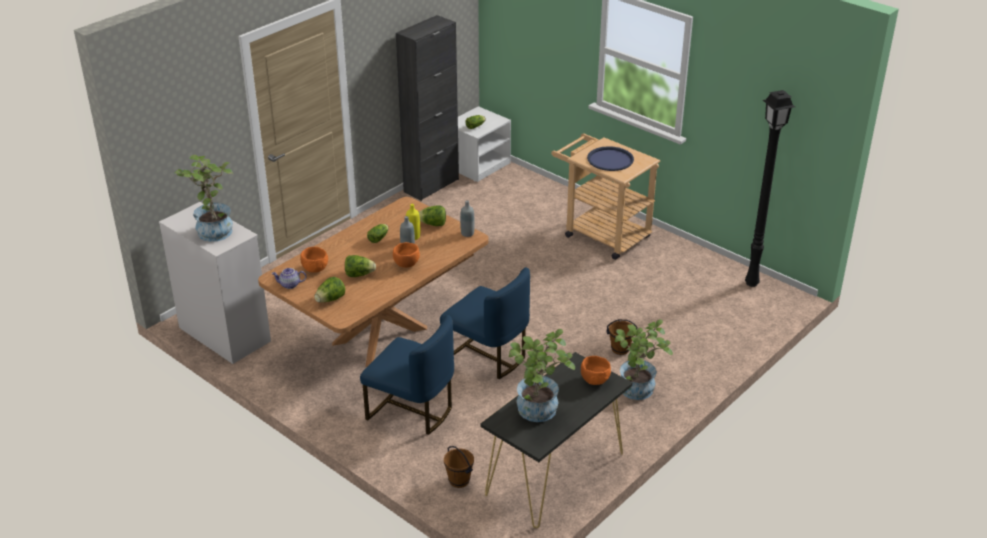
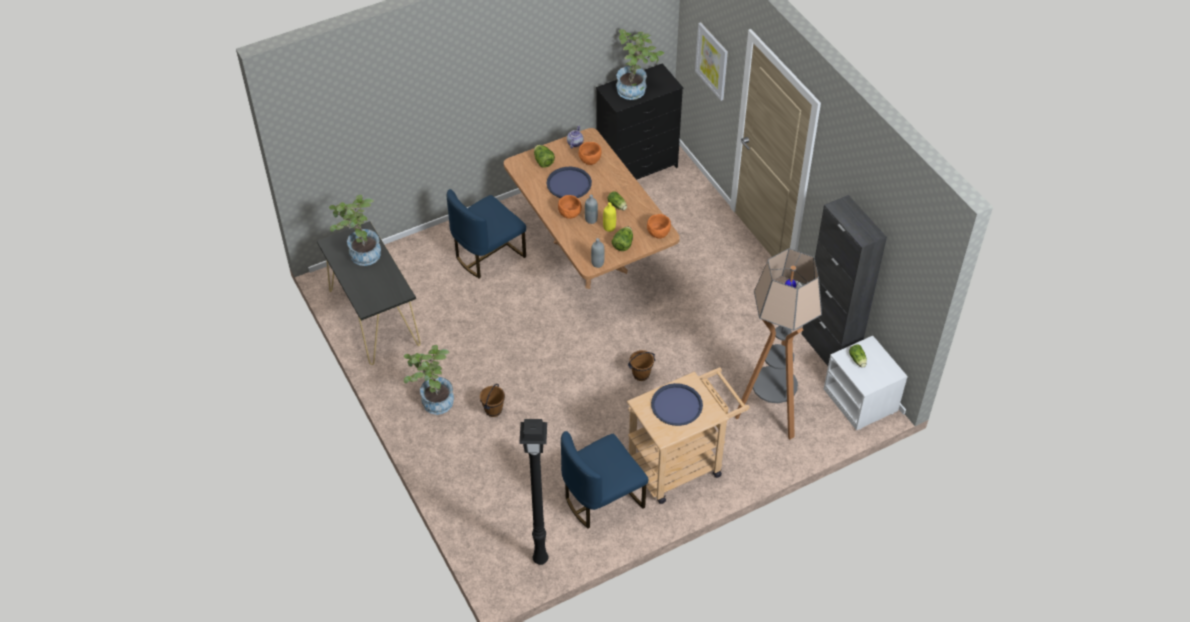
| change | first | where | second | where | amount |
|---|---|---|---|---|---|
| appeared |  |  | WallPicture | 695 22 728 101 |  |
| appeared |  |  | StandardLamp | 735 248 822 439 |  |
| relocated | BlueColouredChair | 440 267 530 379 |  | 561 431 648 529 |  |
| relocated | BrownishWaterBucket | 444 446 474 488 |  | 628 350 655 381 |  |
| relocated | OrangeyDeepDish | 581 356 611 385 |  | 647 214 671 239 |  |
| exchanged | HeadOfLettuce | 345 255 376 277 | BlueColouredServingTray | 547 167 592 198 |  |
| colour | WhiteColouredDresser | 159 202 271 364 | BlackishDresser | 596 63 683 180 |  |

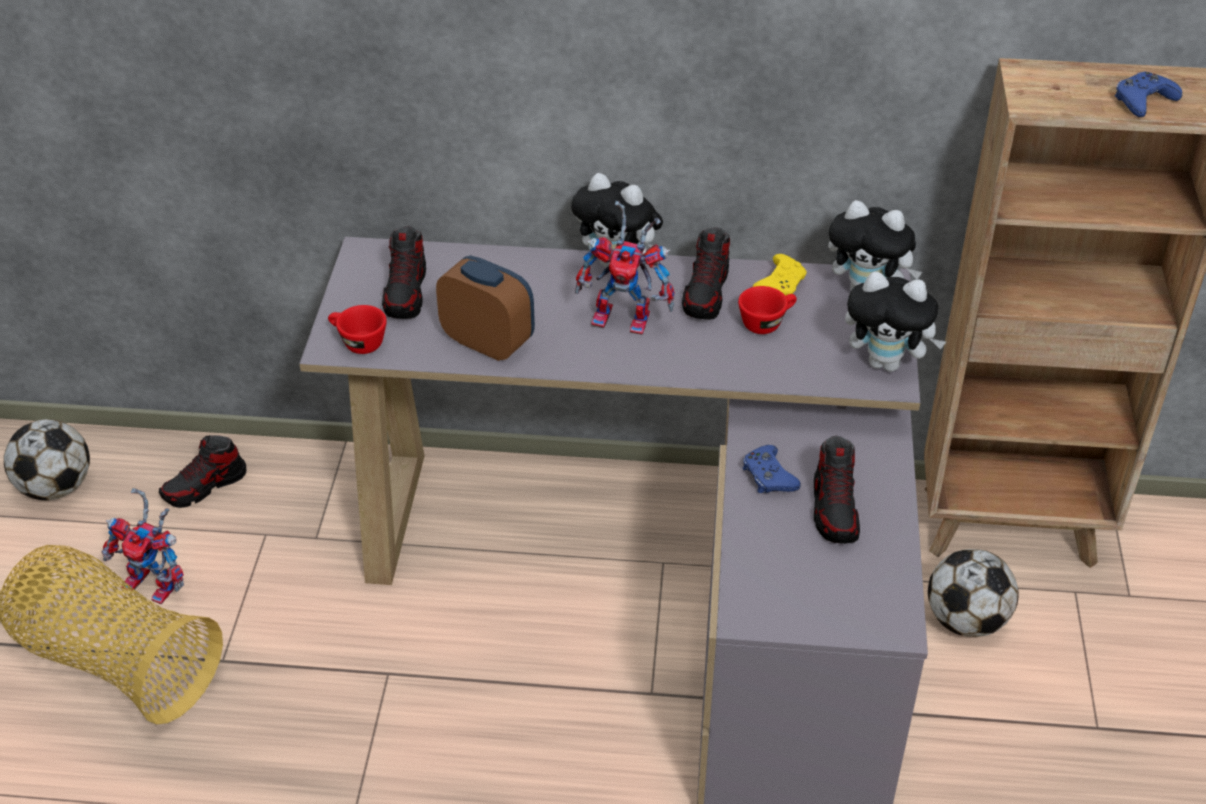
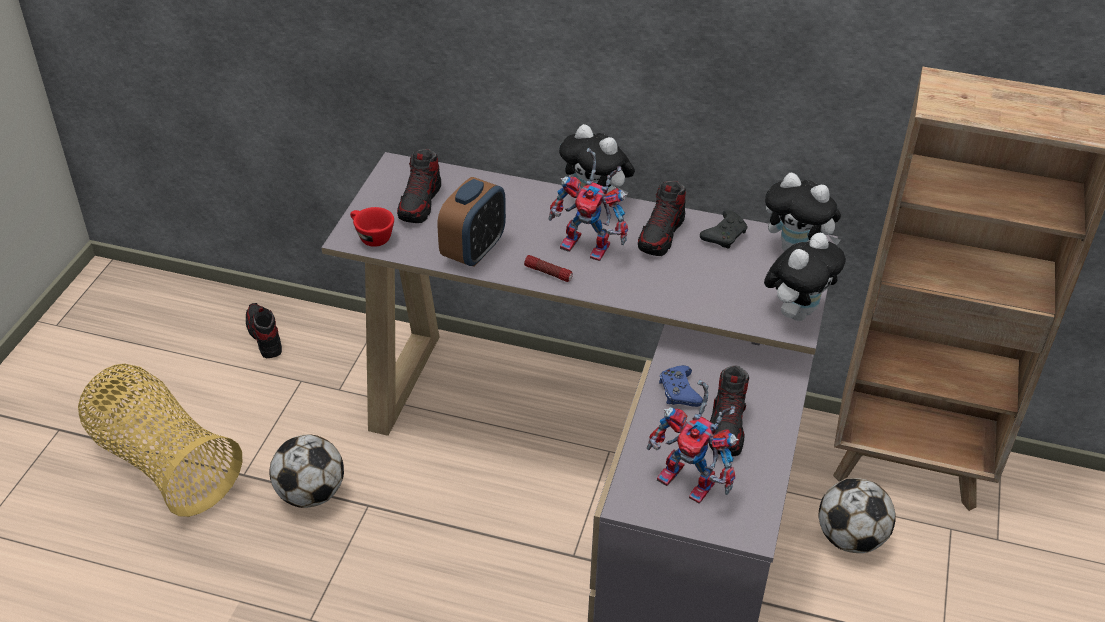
| change | first | where | second | where | amount |
|---|---|---|---|---|---|
| missing | RedSmallCup | 738 286 797 334 |  |  |  |
| missing | BlueColouredJoypad | 1115 72 1182 117 |  |  |  |
| appeared |  |  | Torch | 524 255 573 282 |  |
| relocated | BallForFootball | 4 419 90 501 |  | 270 434 344 508 |  |
| relocated | RobotFigure | 102 488 184 604 |  | 647 380 739 504 |  |
| colour | YellowishJoypad | 753 254 806 296 | BlackishJoypad | 700 210 748 249 |  |
| spun | Shoe | 159 435 246 508 |  | 246 303 282 358 | 90 degrees clockwise |
| spun | BedsideClock | 436 255 535 361 |  | 438 177 506 267 | 75 degrees clockwise |
| spun | CuddlyToy | 845 272 946 372 |  | 764 233 846 321 | 75 degrees counterclockwise |

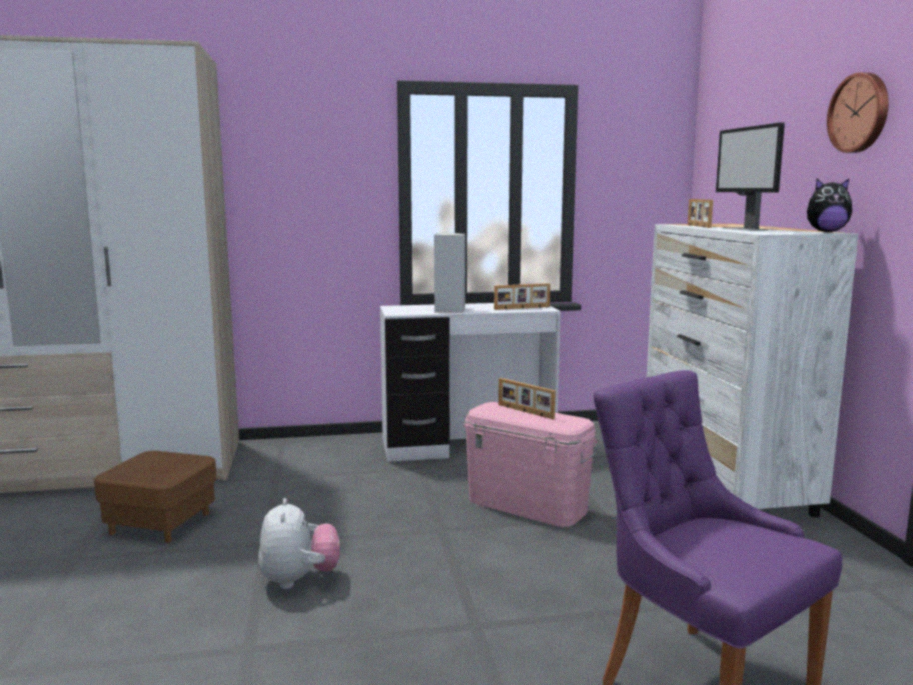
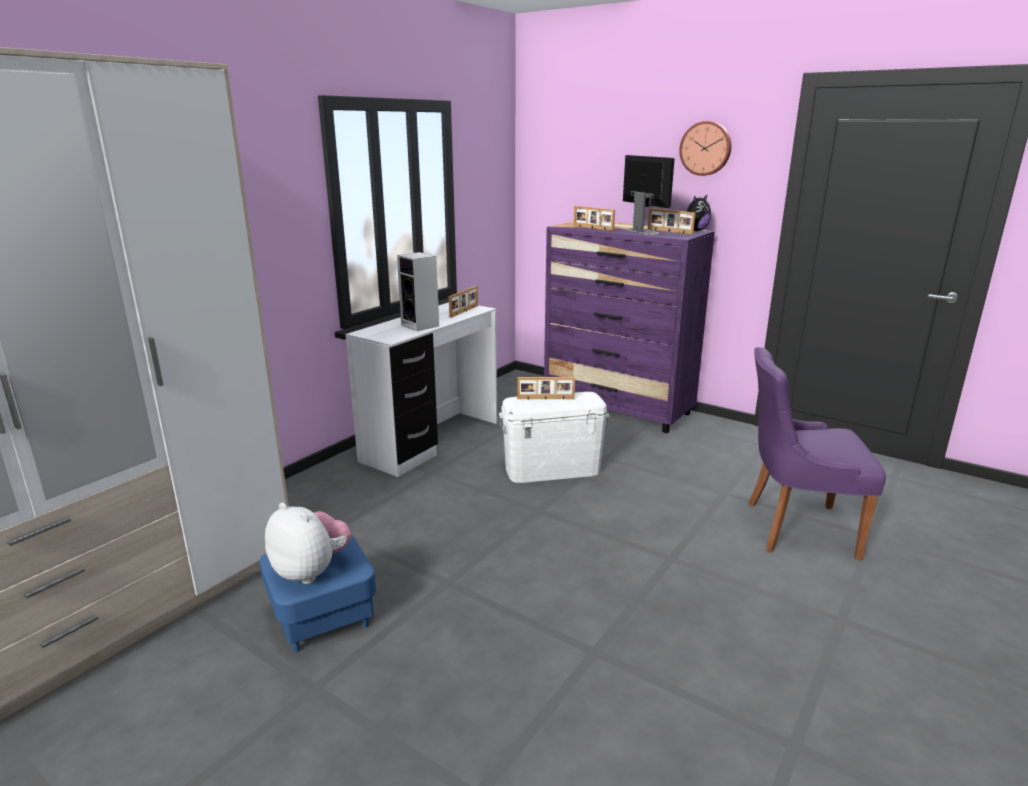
| change | first | where | second | where | amount |
|---|---|---|---|---|---|
| appeared |  |  | PhotoFrame | 648 208 696 234 |  |
| relocated | CuddlyToy | 258 498 340 589 |  | 265 502 351 584 |  |
| colour | BrownishOttoman | 94 451 217 543 | BlueColouredOttoman | 259 534 376 653 |  |
| colour | PinkColouredStorageBox | 463 402 598 527 | WhiteColouredStorageBox | 499 392 609 483 |  |
| colour | WhiteColouredDresser | 647 224 858 517 | PurpleDresser | 544 221 715 433 |  |
| spun | ComputerDisplay | 716 122 785 231 |  | 623 155 675 235 | 150 degrees counterclockwise |

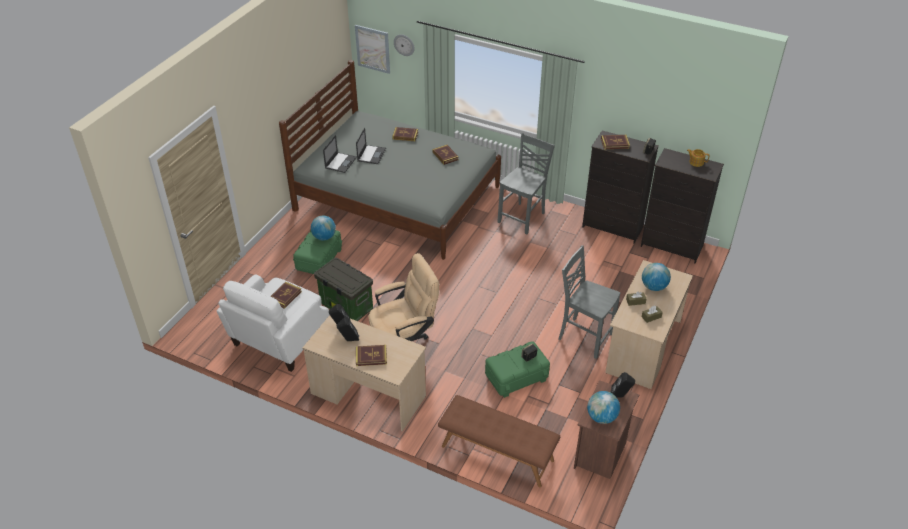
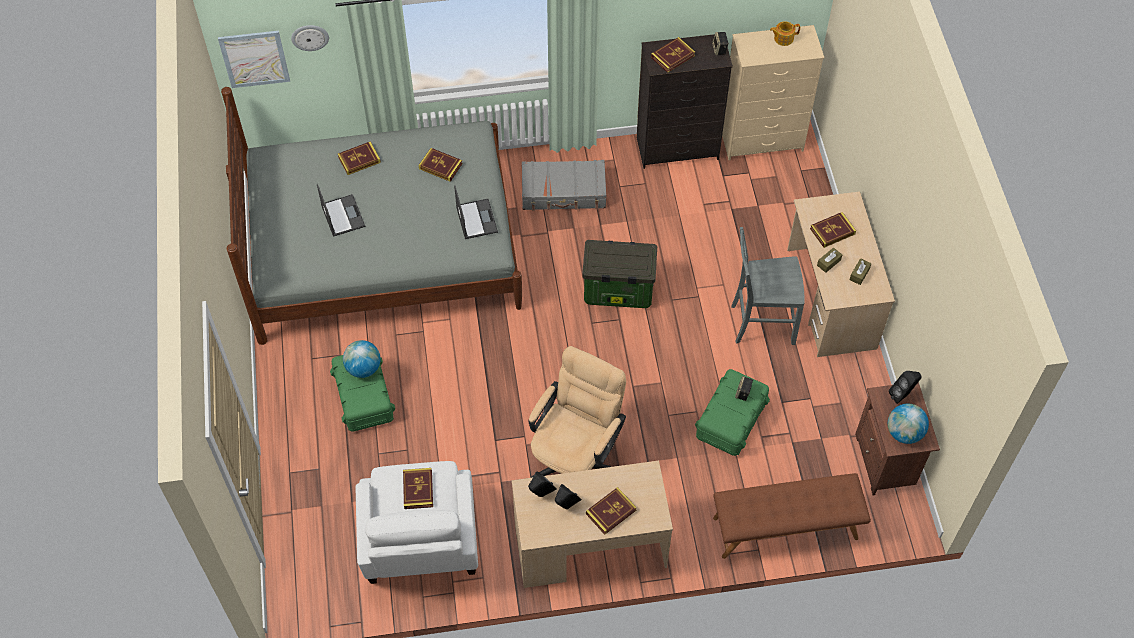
| change | first | where | second | where | amount |
|---|---|---|---|---|---|
| relocated | StorageBox | 314 258 373 321 |  | 582 240 657 308 |  |
| relocated | Laptop | 323 135 357 173 |  | 454 185 498 239 |  |
| exchanged | GrayChair | 498 133 555 234 | GrayPieceOfLuggage | 522 160 606 211 |  |
| exchanged | Globe | 642 263 671 291 | BoundBook | 810 212 856 248 |  |
| colour | BlackishDresser | 641 148 724 263 | SandColouredDresser | 722 25 824 160 |  |

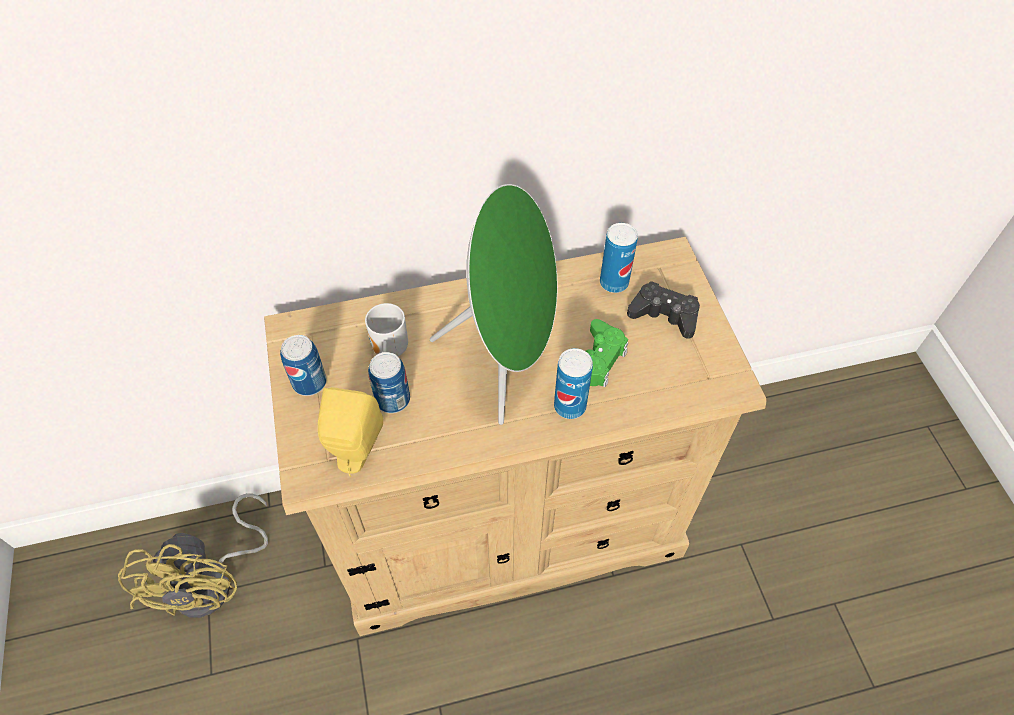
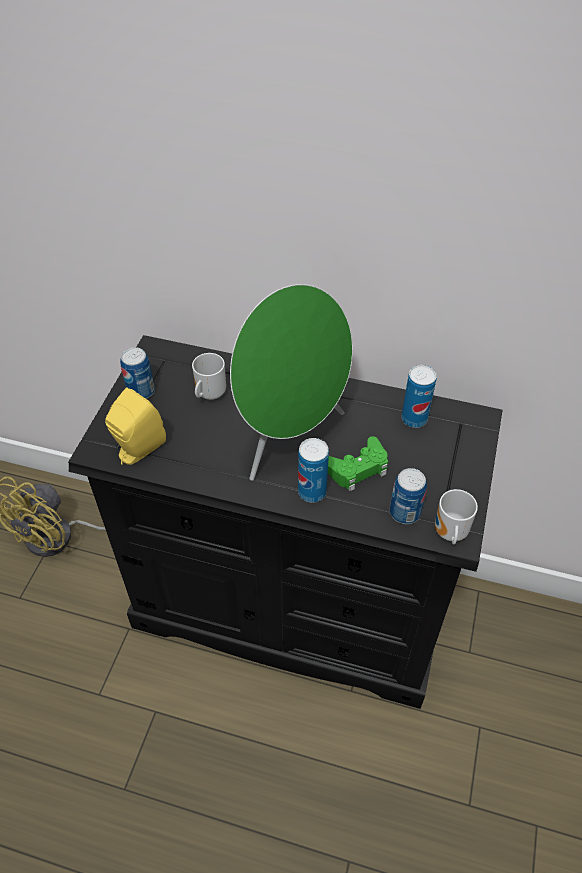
| change | first | where | second | where | amount |
|---|---|---|---|---|---|
| missing | BlackishJoypad | 627 281 700 339 |  |  |  |
| appeared |  |  | Mug | 435 489 478 545 |  |
| relocated | Can | 368 352 410 413 |  | 390 468 427 524 |  |
| colour | SandColouredDresser | 264 237 766 636 | BlackishDresser | 68 335 503 709 |  |

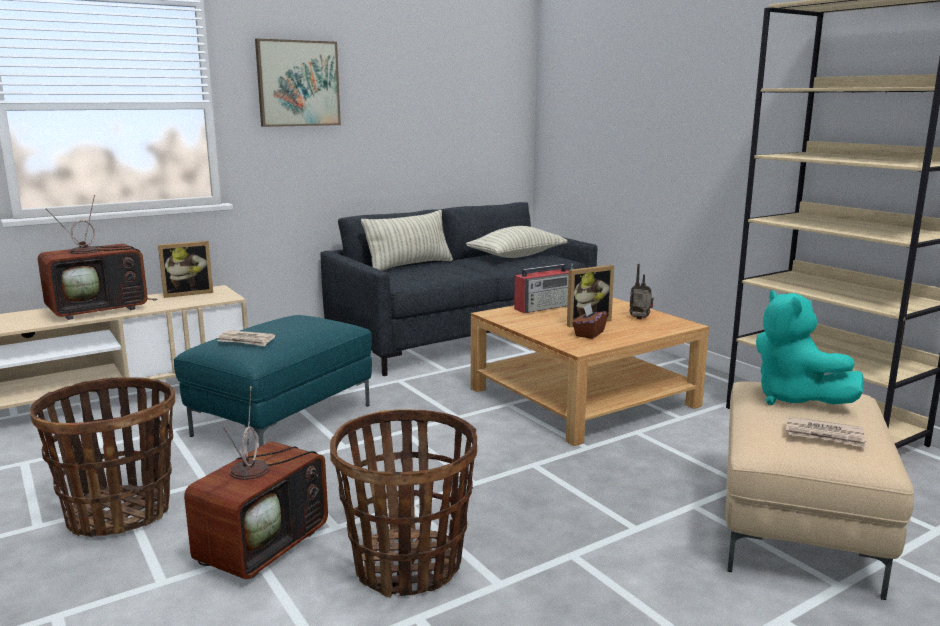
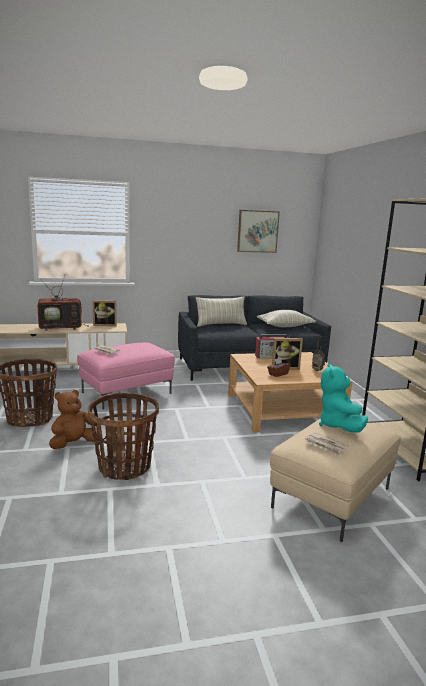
| change | first | where | second | where | amount |
|---|---|---|---|---|---|
| relocated | WallPicture | 255 39 341 127 |  | 237 210 280 253 |  |
| exchanged | TvSet | 184 386 328 579 | BrownishCuddlyToy | 49 390 98 449 |  |
| colour | TurquoiseOttoman | 174 315 372 447 | PinkColouredOttoman | 77 343 175 409 |  |

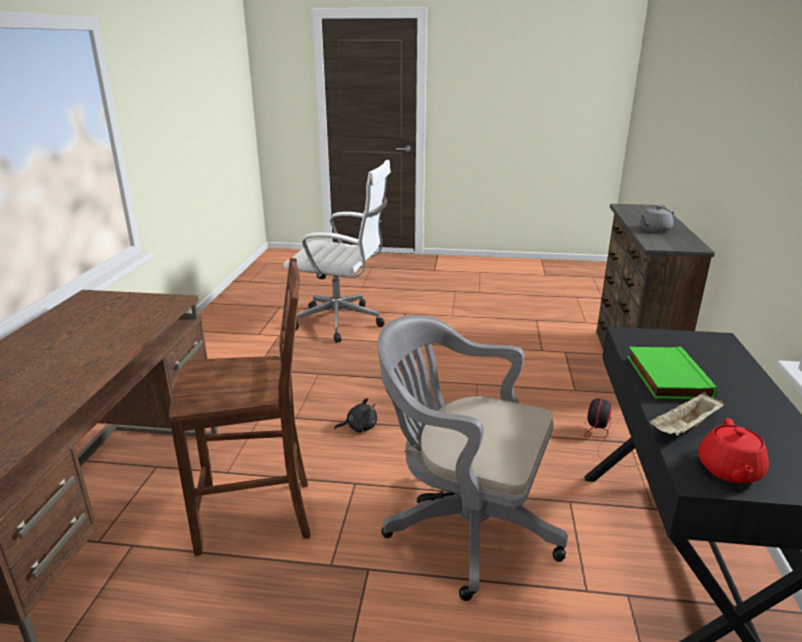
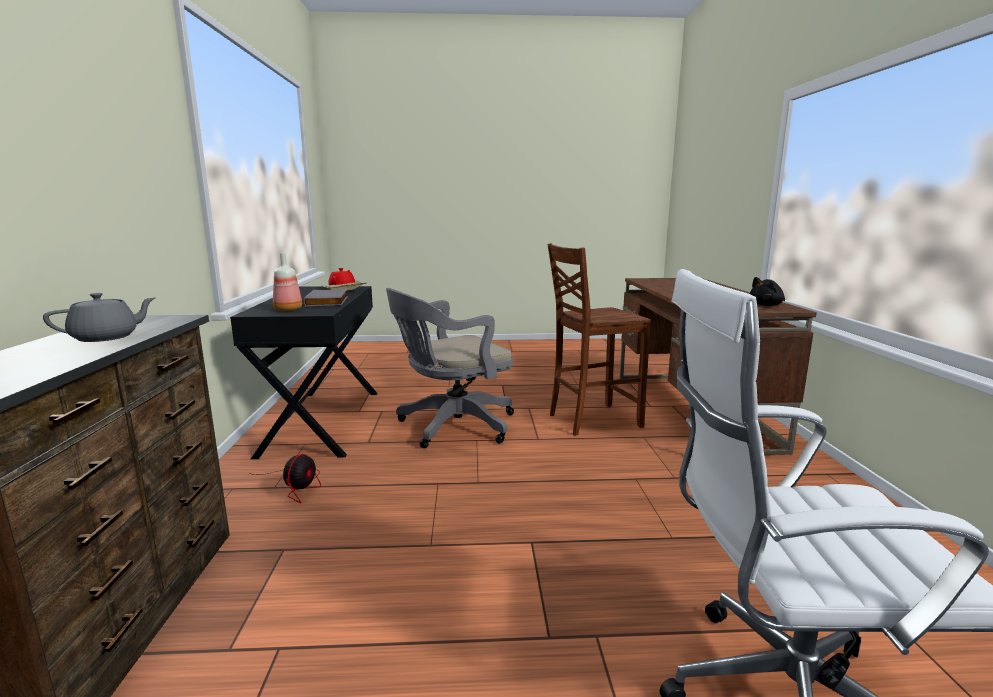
| change | first | where | second | where | amount |
|---|---|---|---|---|---|
| appeared |  |  | BeverageBottle | 273 253 302 311 |  |
| relocated | BlackishCuddlyToy | 334 398 377 433 |  | 750 277 785 306 |  |
| colour | GreenBoundBook | 627 347 717 399 | GrayBoundBook | 303 289 348 307 |  |
| spun | GrayDeskChair | 377 315 568 601 |  | 386 288 514 448 | 135 degrees clockwise |

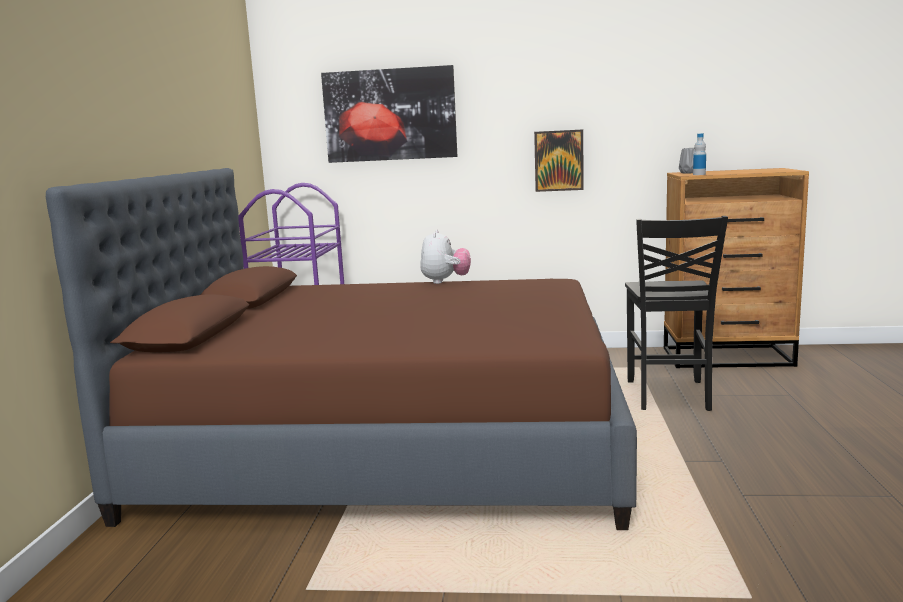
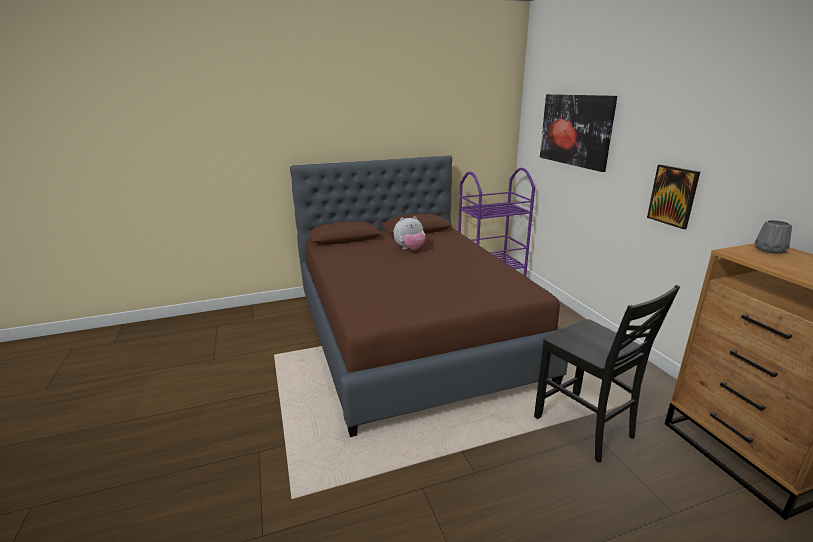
| change | first | where | second | where | amount |
|---|---|---|---|---|---|
| missing | BeverageBottle | 693 133 706 175 |  |  |  |
| relocated | CuddlyToy | 420 230 471 284 |  | 393 216 425 250 |  |
| spun | BlackishChair | 625 216 728 411 |  | 534 285 680 463 | 105 degrees counterclockwise |

